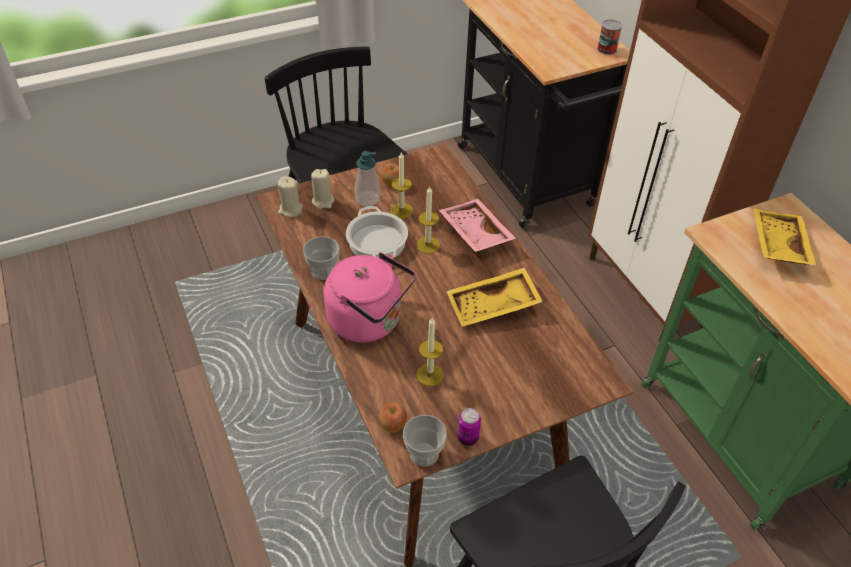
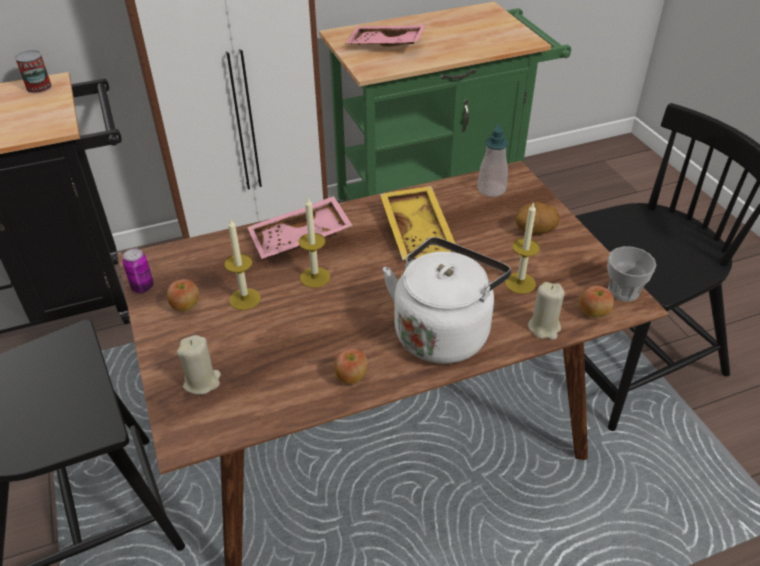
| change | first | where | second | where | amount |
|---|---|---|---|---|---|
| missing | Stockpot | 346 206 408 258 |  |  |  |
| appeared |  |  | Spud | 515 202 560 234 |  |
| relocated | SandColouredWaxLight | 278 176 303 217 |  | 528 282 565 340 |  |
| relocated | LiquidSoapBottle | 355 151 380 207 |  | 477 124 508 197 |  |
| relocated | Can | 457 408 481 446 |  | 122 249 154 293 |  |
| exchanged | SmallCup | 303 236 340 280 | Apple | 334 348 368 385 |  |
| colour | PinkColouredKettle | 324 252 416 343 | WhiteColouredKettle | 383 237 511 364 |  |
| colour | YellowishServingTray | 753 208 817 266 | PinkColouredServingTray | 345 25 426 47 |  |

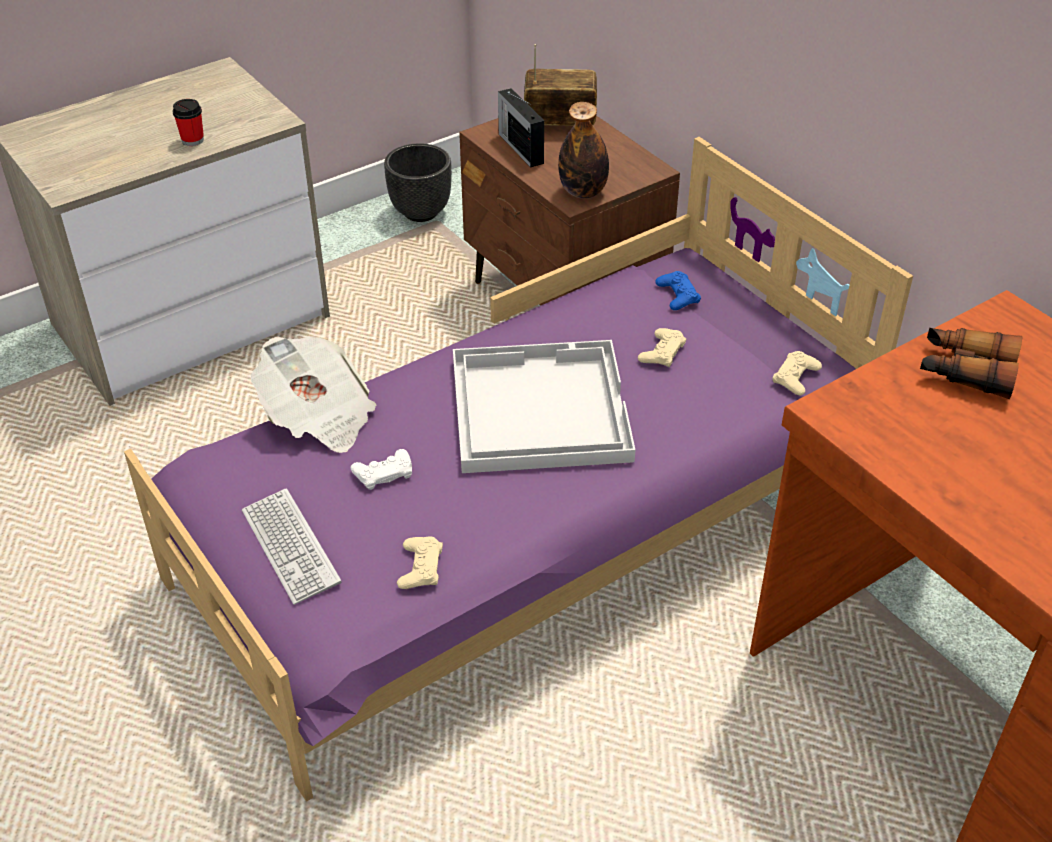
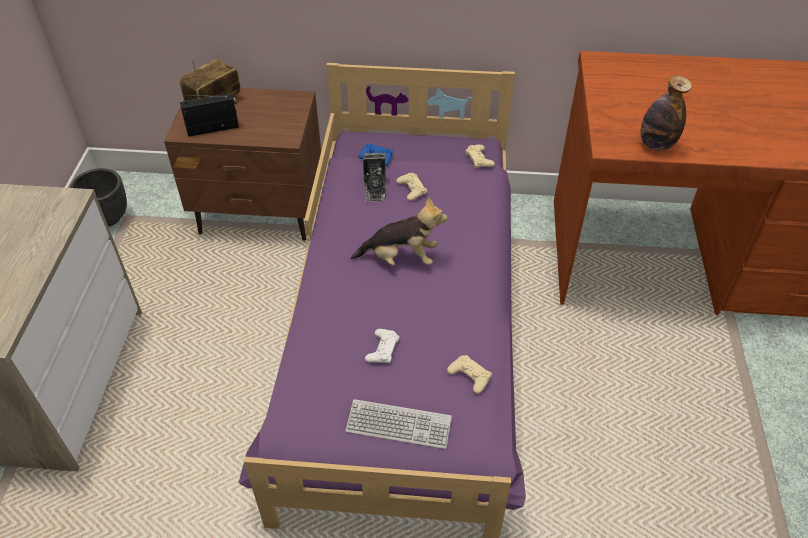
| change | first | where | second | where | amount |
|---|---|---|---|---|---|
| missing | SmallCup | 172 99 204 146 |  |  |  |
| missing | Newspaper | 251 336 376 453 |  |  |  |
| missing | FieldGlasses | 920 328 1022 399 |  |  |  |
| appeared |  |  | StillCamera | 363 153 386 202 |  |
| relocated | BeverageBottle | 558 102 609 198 |  | 641 76 692 151 |  |
| exchanged | WhiteColouredServingTray | 453 340 635 473 | CuddlyToy | 351 196 448 266 |  |
| spun | Radio | 498 88 544 168 |  | 180 93 239 137 | 150 degrees clockwise |

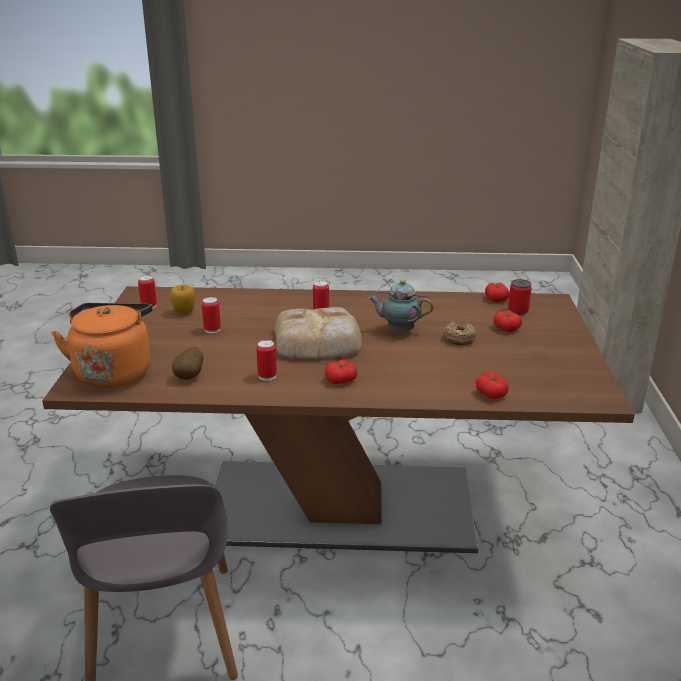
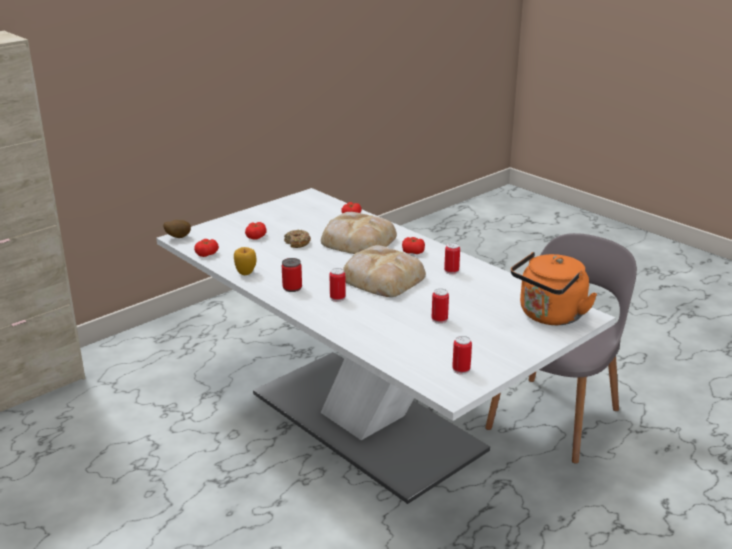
| change | first | where | second | where | amount |
|---|---|---|---|---|---|
| missing | Teapot | 368 280 434 332 |  |  |  |
| appeared |  |  | Bread | 321 212 397 254 |  |
| relocated | Apple | 170 285 195 314 |  | 234 247 256 275 |  |
| relocated | Spud | 172 347 203 380 |  | 163 220 191 238 |  |
| relocated | Can | 508 279 532 315 |  | 282 258 302 292 |  |
| colour | BrownishKitchenTable | 42 286 635 553 | WhiteColouredKitchenTable | 156 188 615 504 |  |

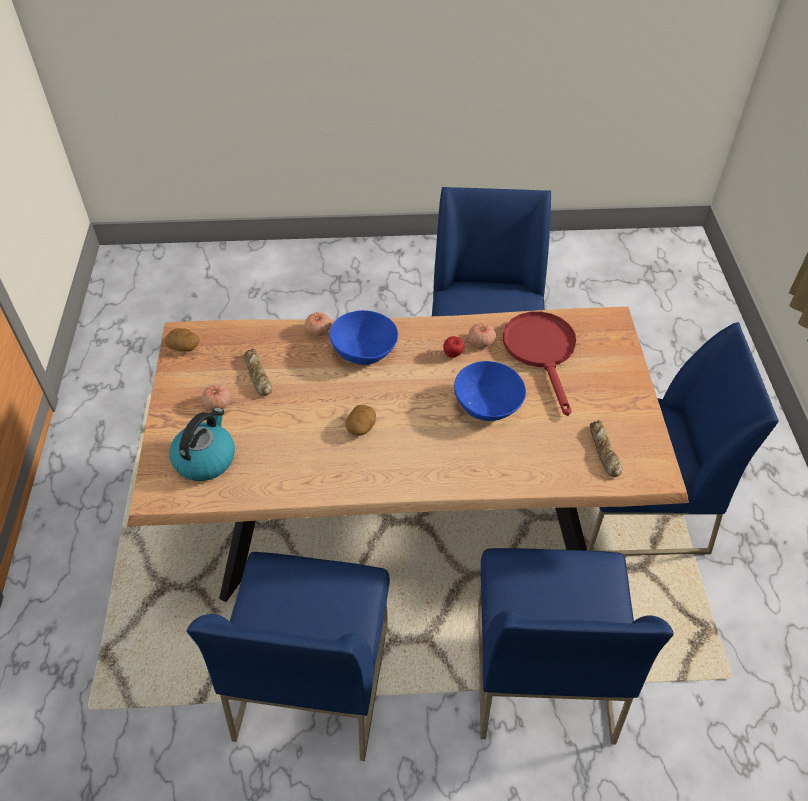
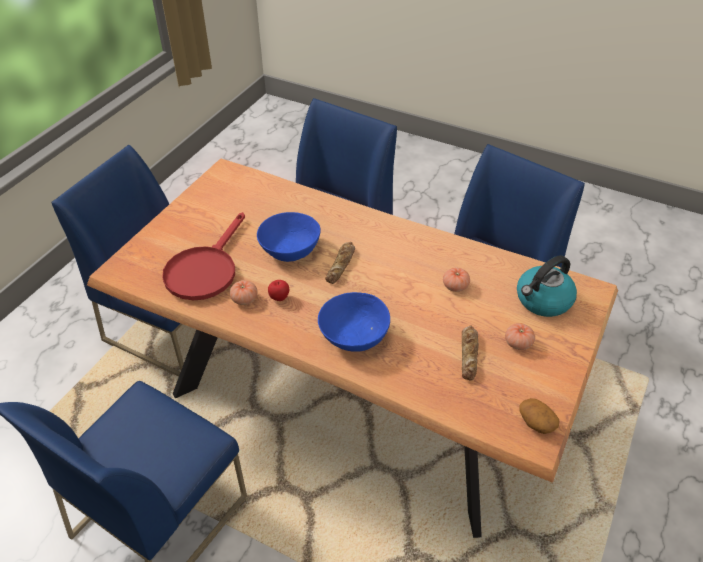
| change | first | where | second | where | amount |
|---|---|---|---|---|---|
| missing | Spud | 345 405 376 436 |  |  |  |
| relocated | FreshTomato | 305 312 332 336 |  | 443 268 470 292 |  |
| relocated | Bread | 590 420 623 477 |  | 325 242 355 284 |  |

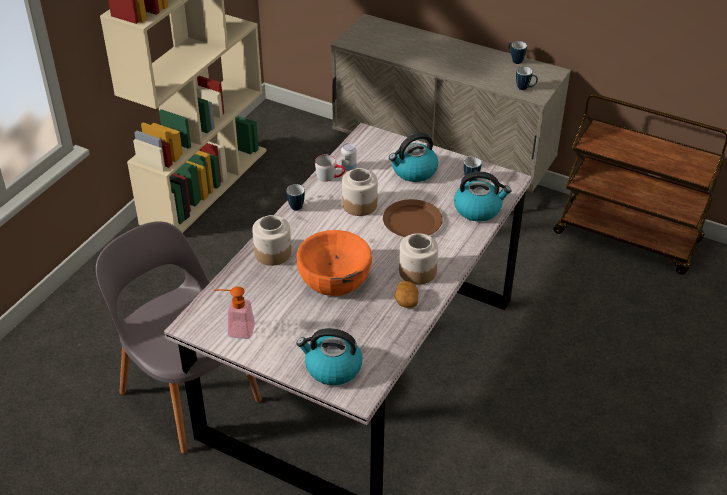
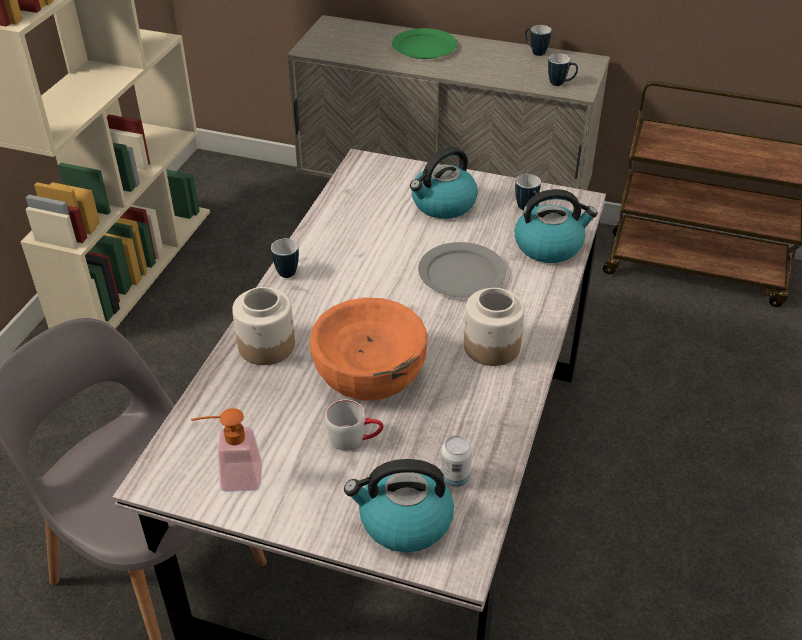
| change | first | where | second | where | amount |
|---|---|---|---|---|---|
| missing | Jar | 342 168 378 216 |  |  |  |
| missing | Spud | 395 281 418 308 |  |  |  |
| appeared |  |  | GreenDinnerPlate | 392 28 458 59 |  |
| relocated | GrayMug | 315 154 345 182 |  | 325 400 383 450 |  |
| relocated | Can | 341 143 356 171 |  | 441 436 472 488 |  |
| colour | BrownishDinnerPlate | 383 199 443 237 | GrayDinnerPlate | 418 242 506 298 |  |

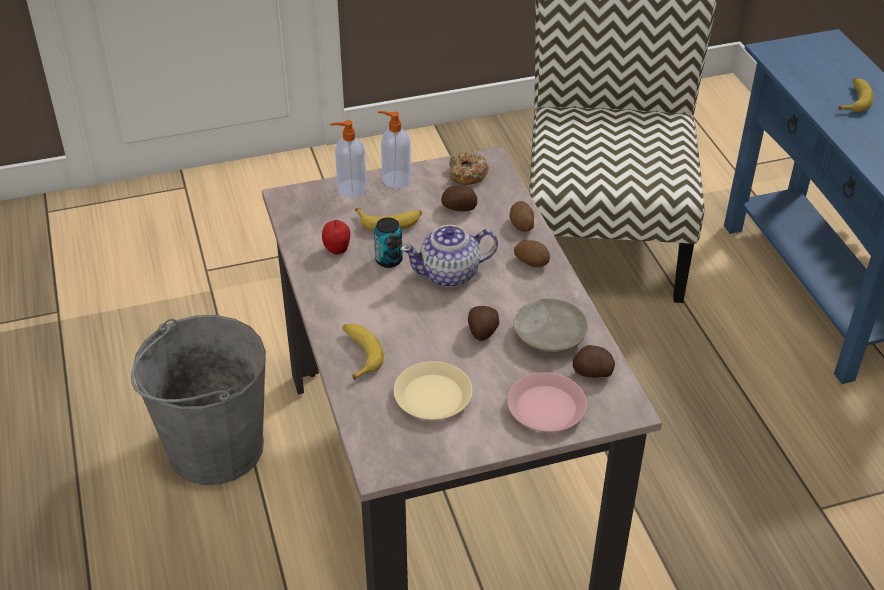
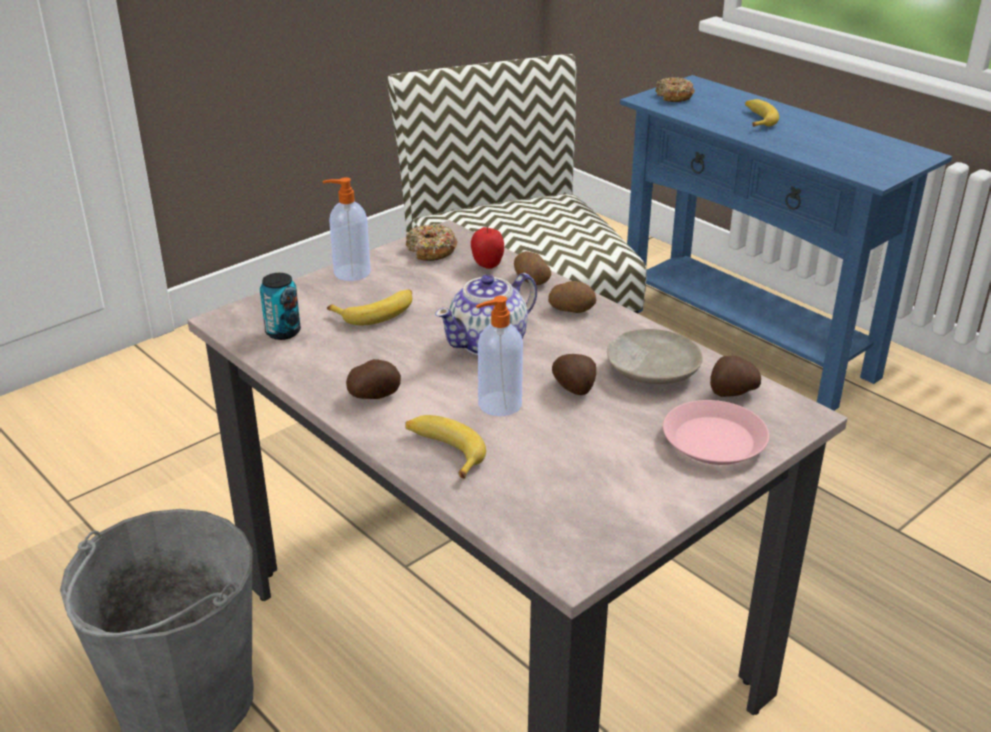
| change | first | where | second | where | amount |
|---|---|---|---|---|---|
| missing | SandColouredDinnerPlate | 393 361 473 420 |  |  |  |
| appeared |  |  | Donut | 656 77 695 102 |  |
| relocated | Apple | 322 220 350 255 |  | 471 225 504 269 |  |
| relocated | LiquidSoapBottle | 330 120 367 197 |  | 476 296 523 416 |  |
| relocated | Can | 374 217 403 268 |  | 260 273 301 340 |  |
| relocated | Spud | 442 185 477 212 |  | 346 359 401 399 |  |

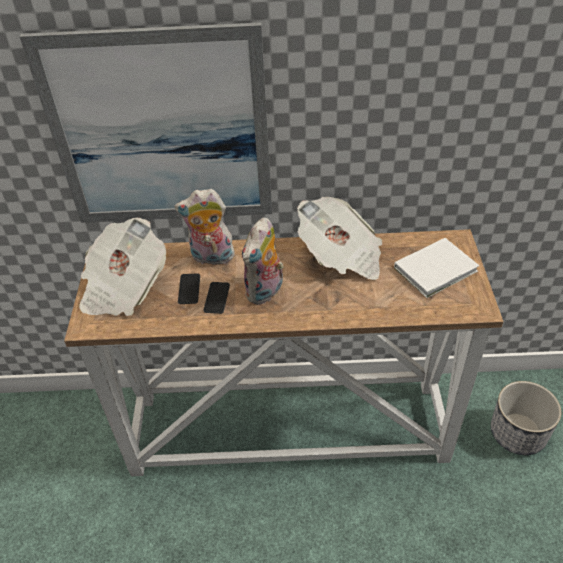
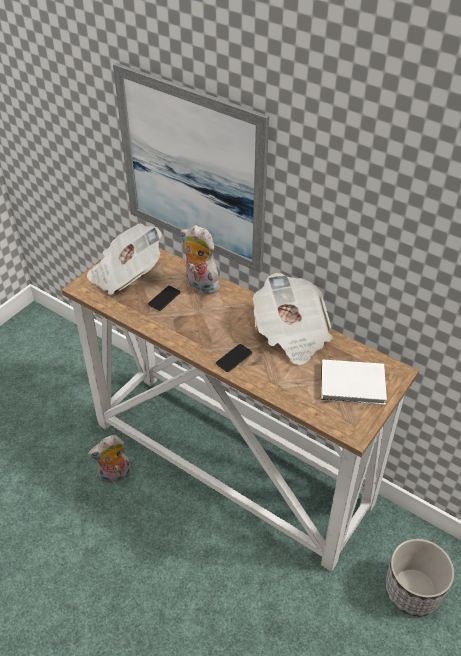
| change | first | where | second | where | amount |
|---|---|---|---|---|---|
| relocated | Telephone | 203 282 230 314 |  | 216 344 252 372 |  |
| relocated | CuddlyToy | 242 217 284 305 |  | 88 435 131 485 |  |

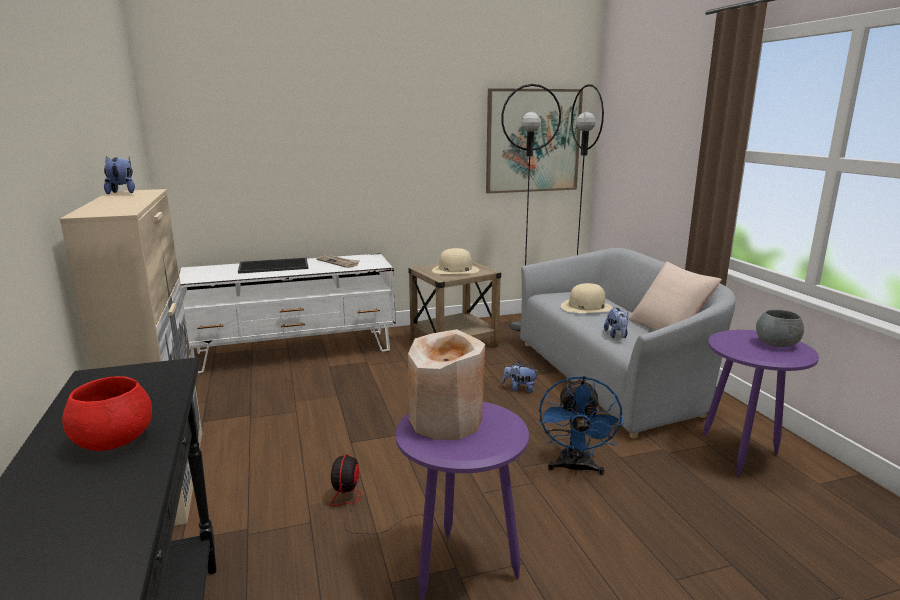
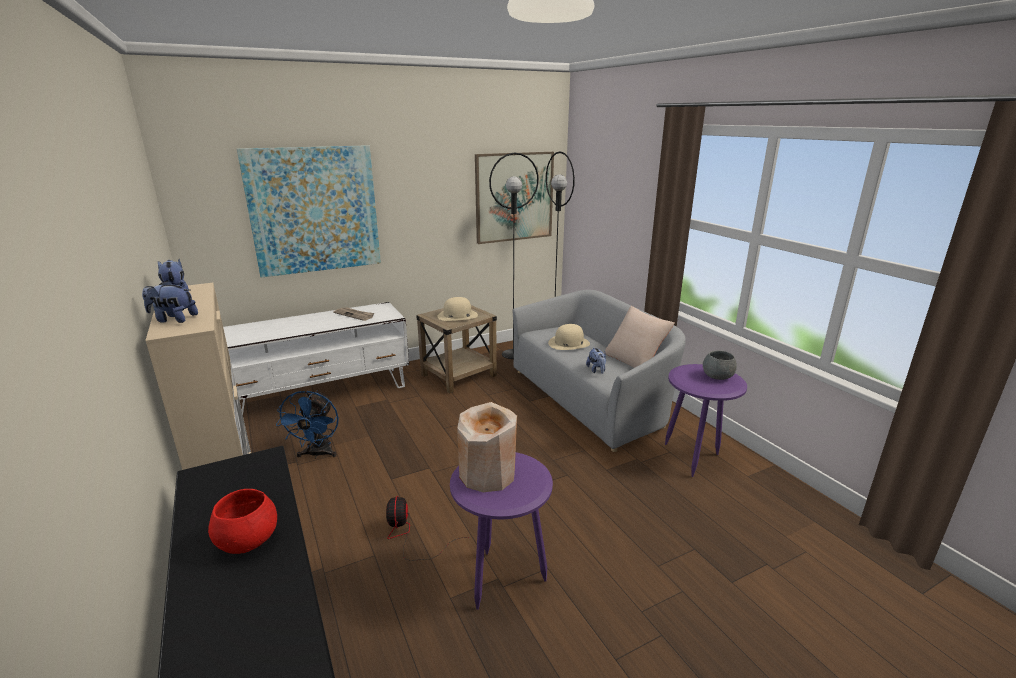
| change | first | where | second | where | amount |
|---|---|---|---|---|---|
| missing | ServingTray | 238 258 308 274 |  |  |  |
| appeared |  |  | WallPicture | 237 145 381 277 |  |
| relocated | CuddlyToy | 502 362 538 393 |  | 142 281 198 323 |  |
| relocated | BlueColouredFan | 539 376 624 475 |  | 276 390 339 459 |  |

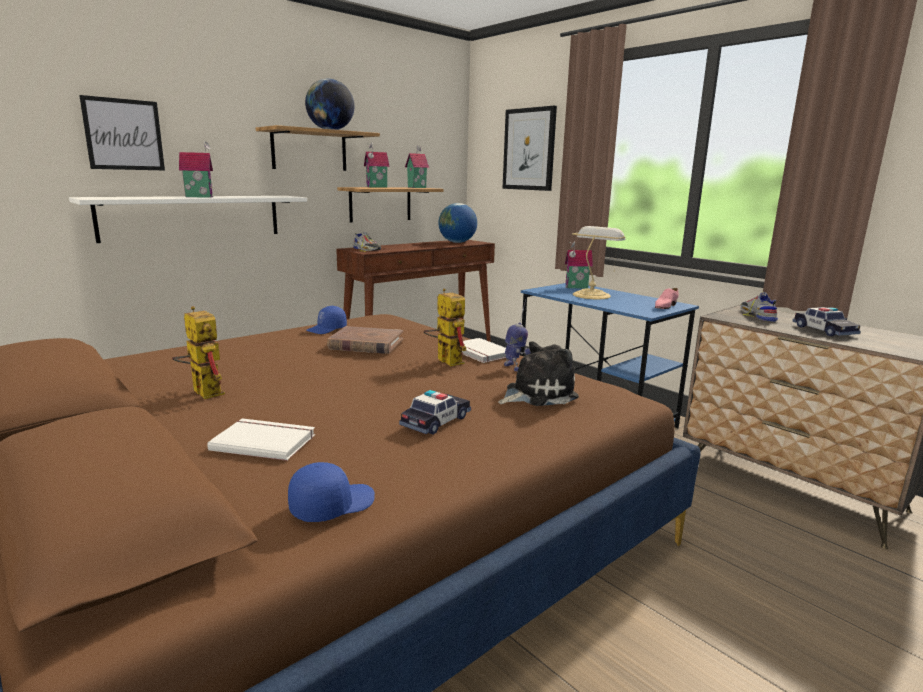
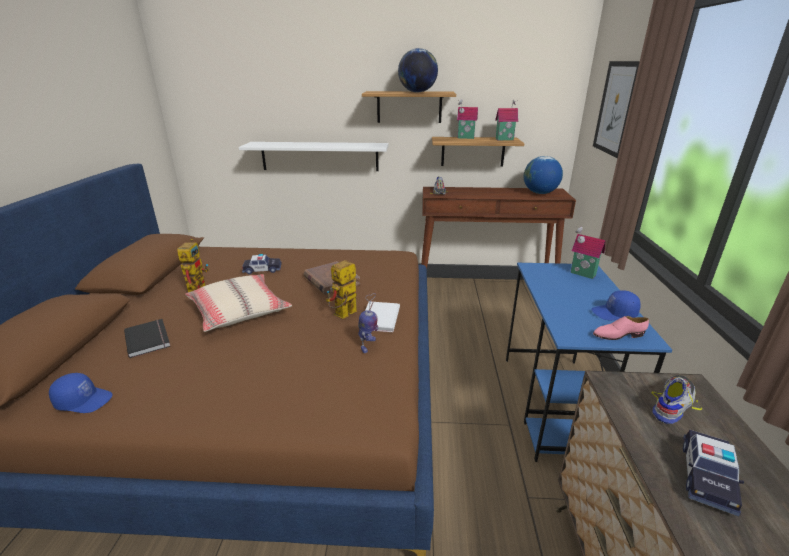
| change | first | where | second | where | amount |
|---|---|---|---|---|---|
| missing | WallPicture | 79 95 165 170 |  |  |  |
| missing | ToyHouse | 179 141 213 198 |  |  |  |
| missing | CuddlyToy | 498 341 579 406 |  |  |  |
| missing | TabletopLamp | 572 226 626 299 |  |  |  |
| appeared |  |  | SandColouredCushion | 185 274 292 332 |  |
| relocated | BlueColouredCap | 307 306 347 334 |  | 591 290 641 320 |  |
| relocated | ToyCar | 399 390 471 434 |  | 242 254 282 274 |  |
| colour | WhiteColouredBoundBook | 207 418 315 461 | BlackishBoundBook | 124 319 170 358 |  |
| spun | RobotFigure | 423 288 466 366 |  | 326 260 357 319 | 150 degrees counterclockwise |

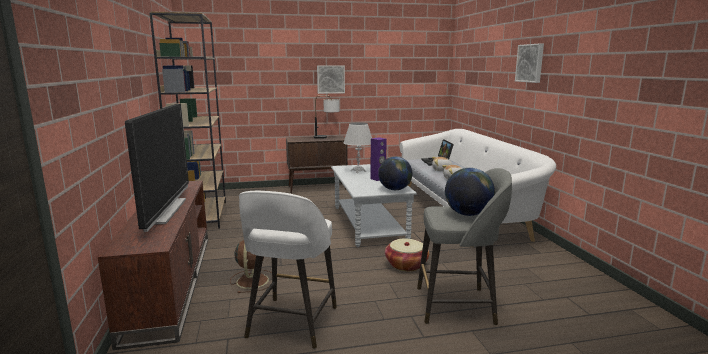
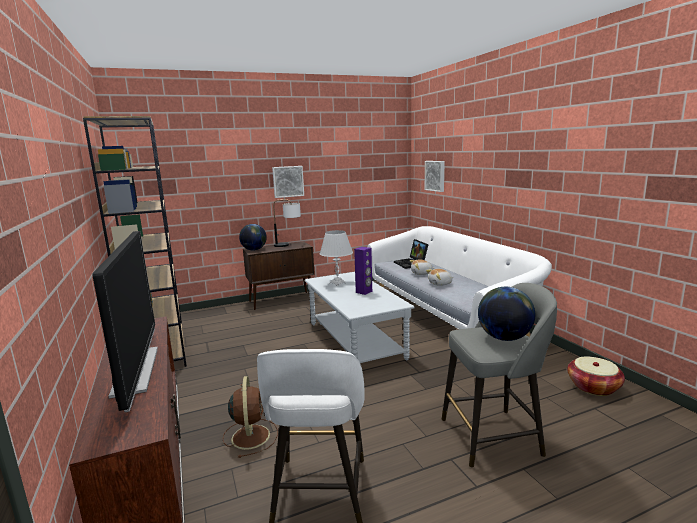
| change | first | where | second | where | amount |
|---|---|---|---|---|---|
| relocated | Globe | 378 157 412 190 |  | 239 224 267 250 |  |
| relocated | HouseholdBasket | 385 238 429 271 |  | 567 357 625 396 |  |
| relocated | WallPicture | 515 43 544 83 |  | 425 161 445 192 |  |

